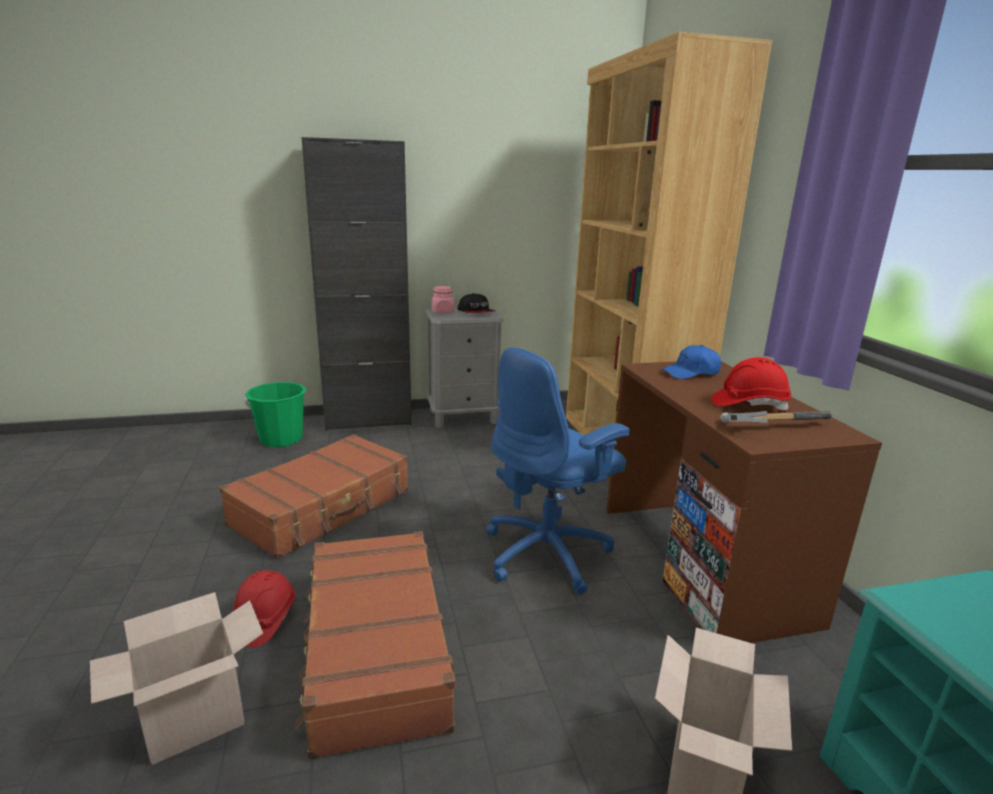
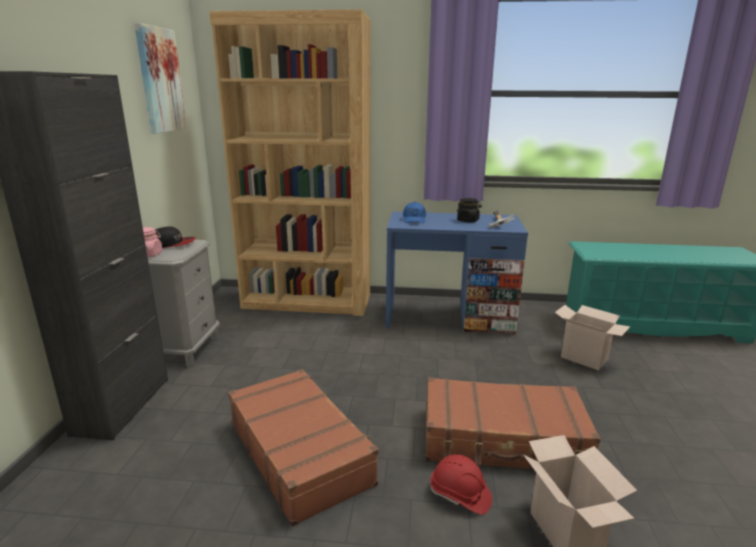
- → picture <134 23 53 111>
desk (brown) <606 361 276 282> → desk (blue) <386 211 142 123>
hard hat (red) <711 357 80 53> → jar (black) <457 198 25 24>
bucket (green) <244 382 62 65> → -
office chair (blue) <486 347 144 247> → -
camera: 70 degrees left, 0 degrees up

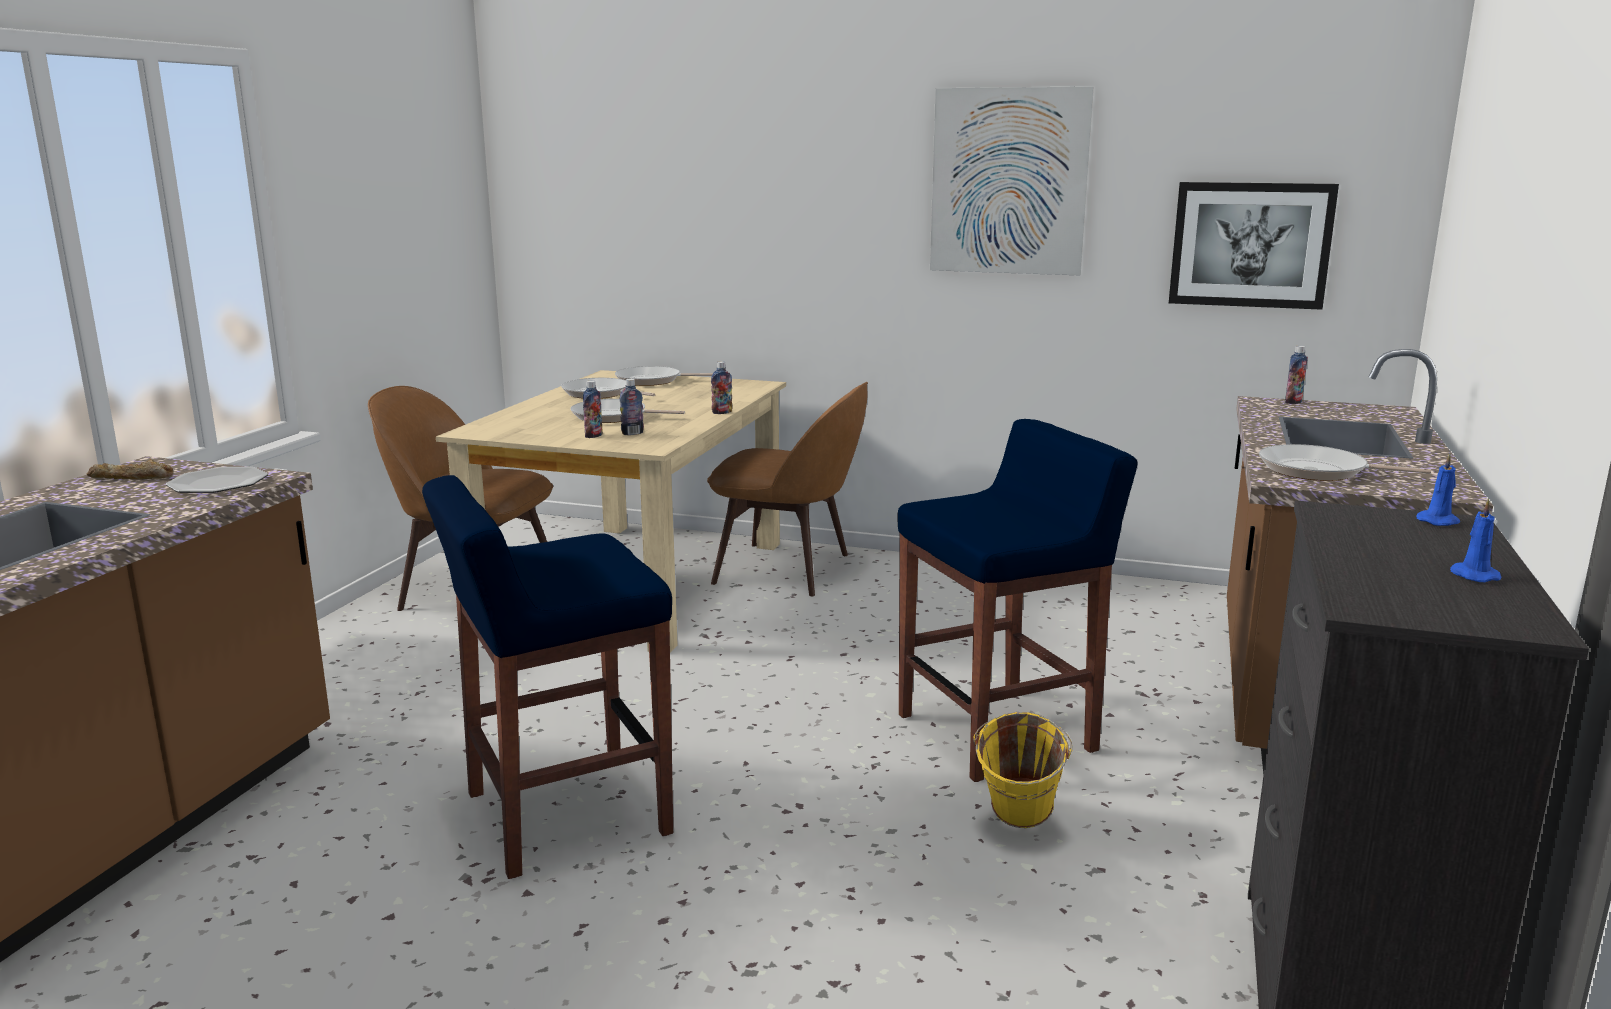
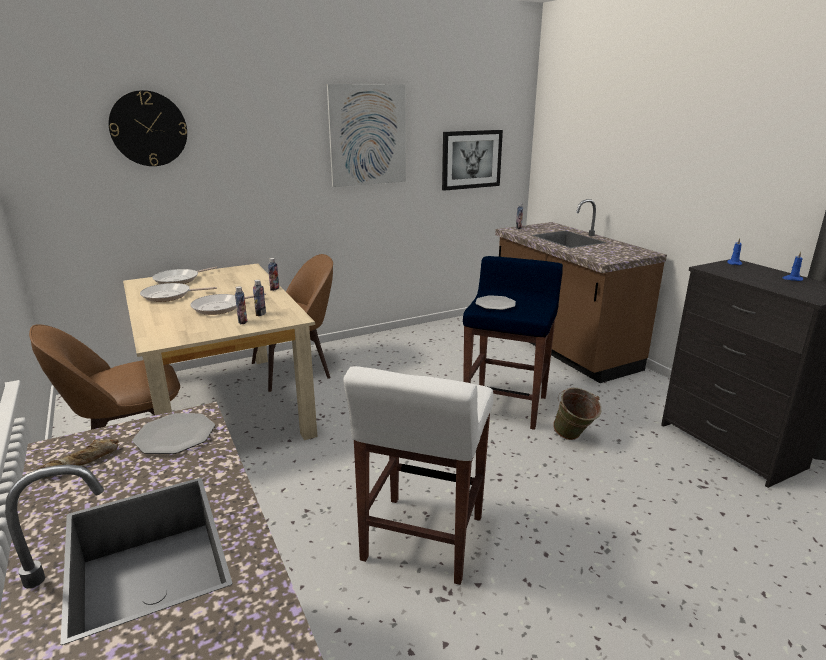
- → wall clock <109 90 78 76>
stool (blue) <422 475 251 404> → stool (white) <343 366 150 219>
- → plate <475 295 41 15>
bucket (yellow) <973 712 99 116> → bucket (green) <553 388 49 52>
frying pan <1259 444 172 37> → -
camera: 45 degrees left, 5 degrees up

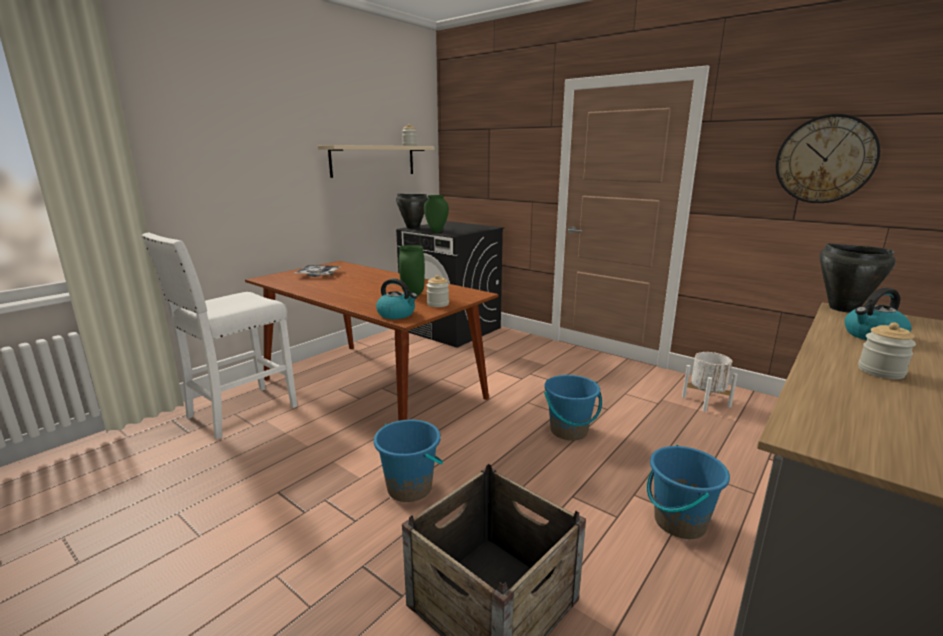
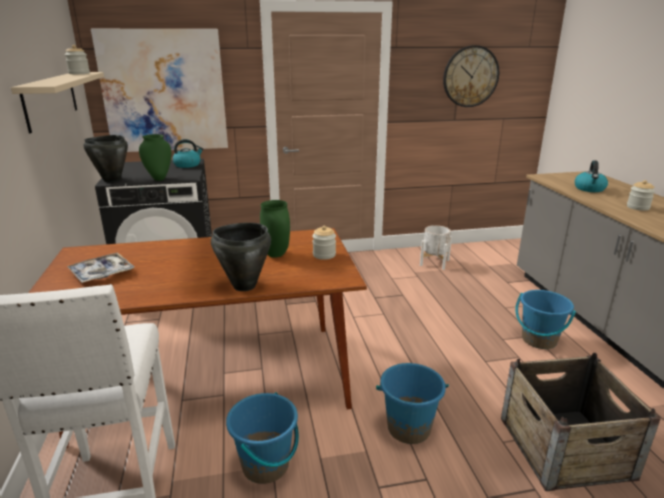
- → picture <91 29 137 123>
kettle <376 279 41 40> → kettle <172 139 31 29>, move
cooking pot (black) <820 244 76 69> → cooking pot (black) <211 223 60 68>, move
bucket (blue) <544 375 58 65> → bucket (blue) <226 392 73 92>, move
camera: 50 degrees left, 5 degrees up

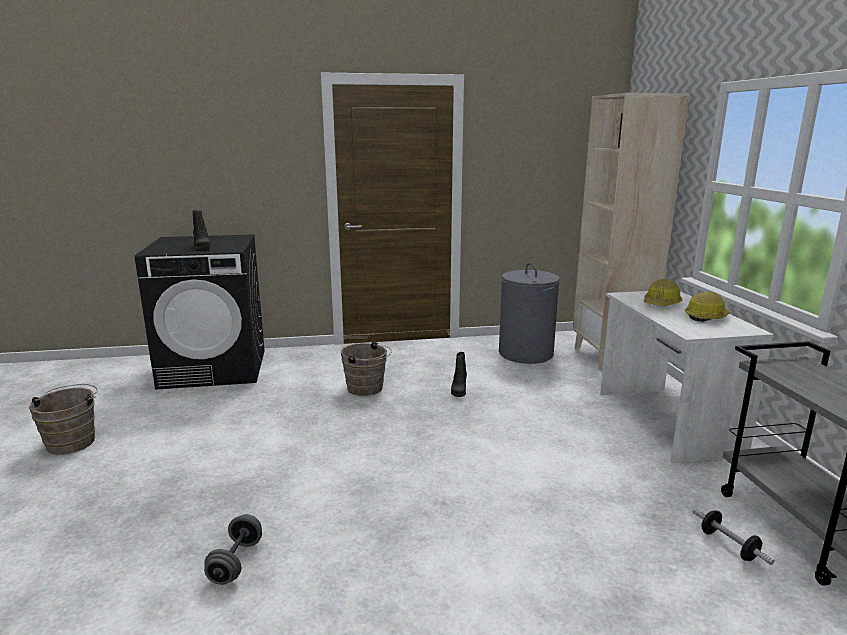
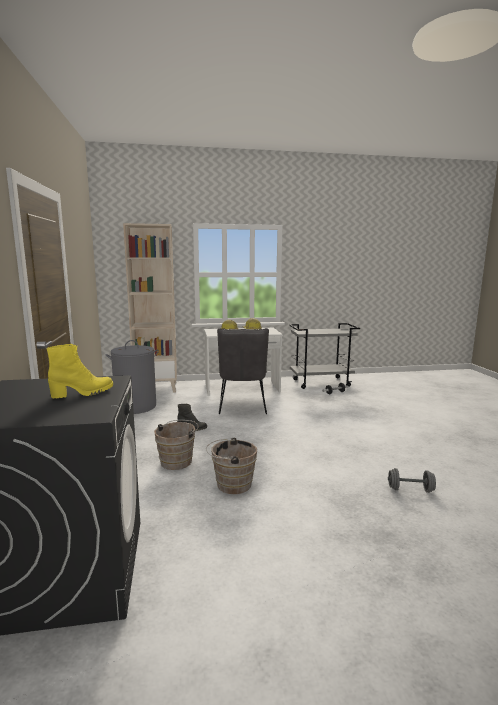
boot (black) <193 210 18 39> → boot (yellow) <46 344 67 54>
bucket (brown) <29 384 69 71> → bucket (brown) <206 438 51 56>, move
- → chair (grey) <217 328 52 86>
camera: 90 degrees left, 5 degrees down

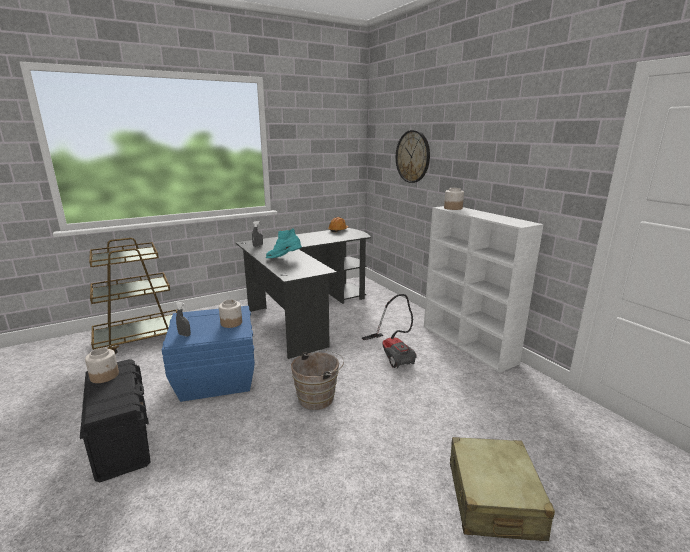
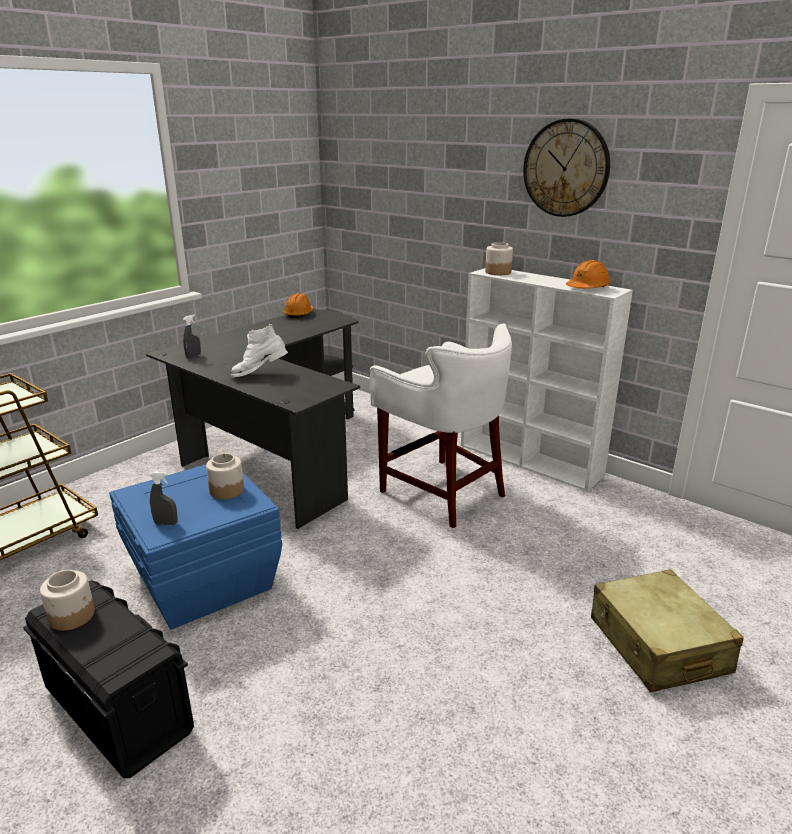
boot (turquoise) <266 229 36 29> → boot (white) <231 324 57 53>
vacuum cleaner <362 294 55 75> → stool (white) <370 323 142 206>
wall clock <396 130 34 53> → wall clock <523 118 87 99>, move
- → hard hat (orange) <566 260 45 29>
bucket (brown) <291 350 53 60> → -
camera: 20 degrees left, 5 degrees up

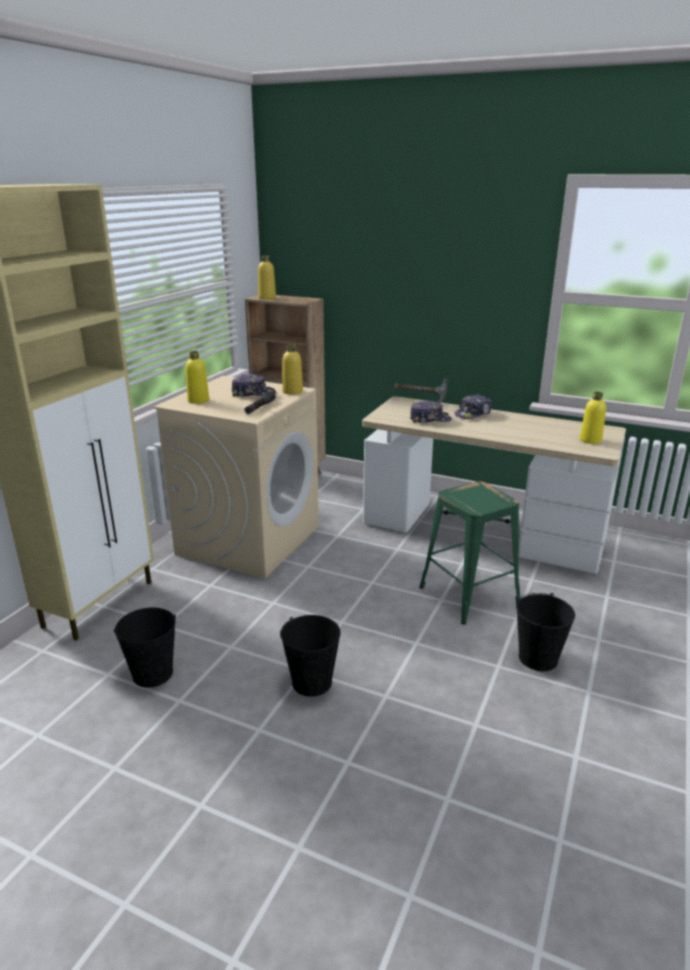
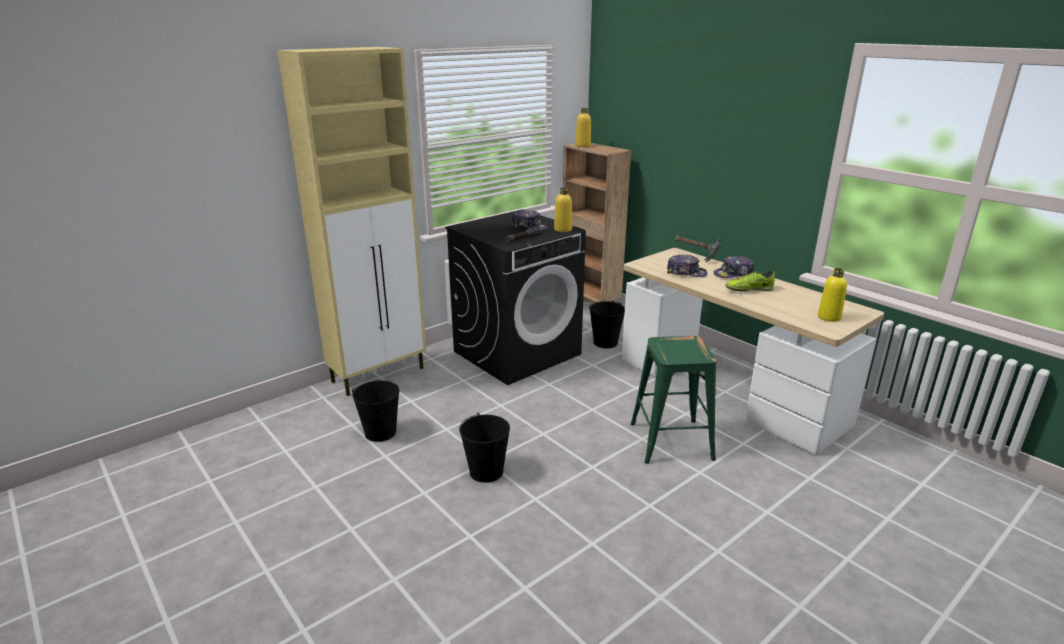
washing machine (beige) <153 376 166 203> → washing machine (black) <445 209 141 176>
bucket (black) <516 593 59 78> → bucket (black) <589 301 36 47>, move
- → shoe <725 270 50 21>
bottle (yellow) <186 351 23 53> → -
camera: 25 degrees right, 0 degrees up

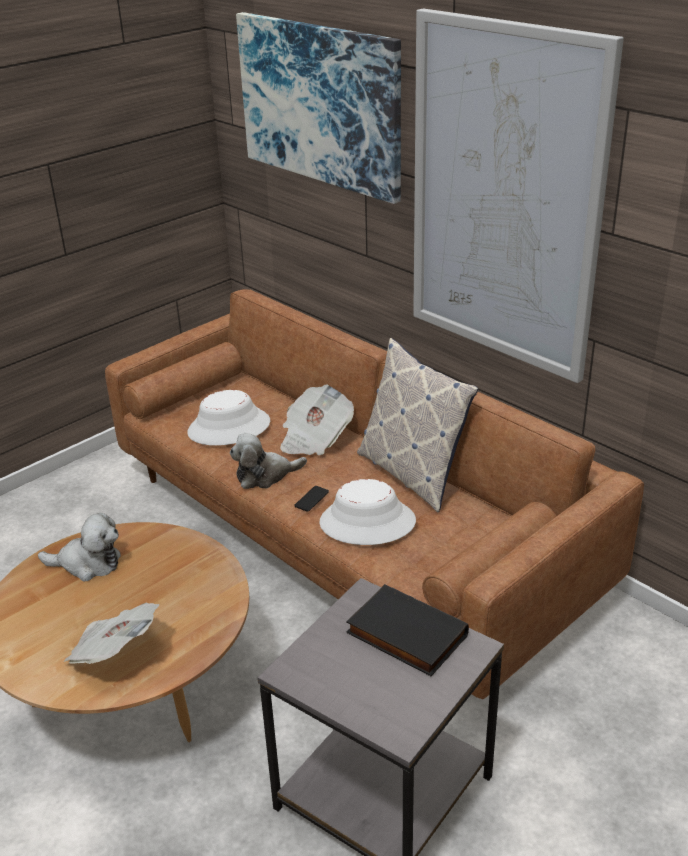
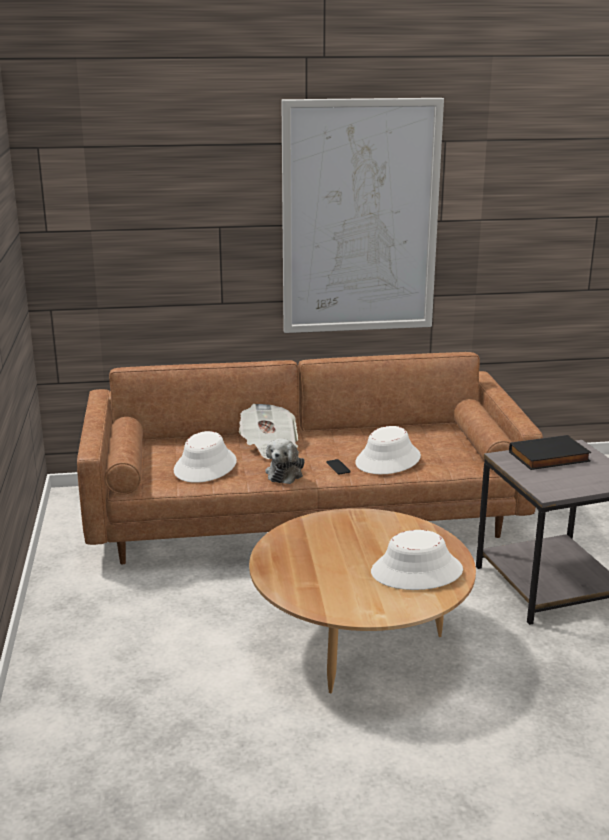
newspaper <64 603 96 61> → hat (white) <371 530 92 60>
plush toy <38 513 83 68> → -
picture <236 12 165 192> → -
pillow <357 338 121 175> → -
camera: 55 degrees left, 10 degrees down

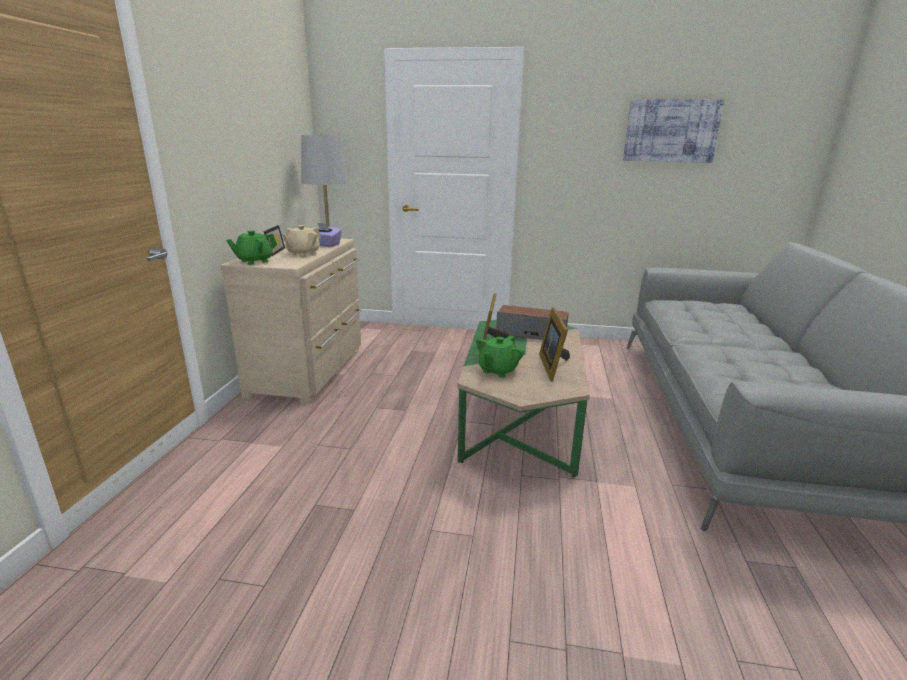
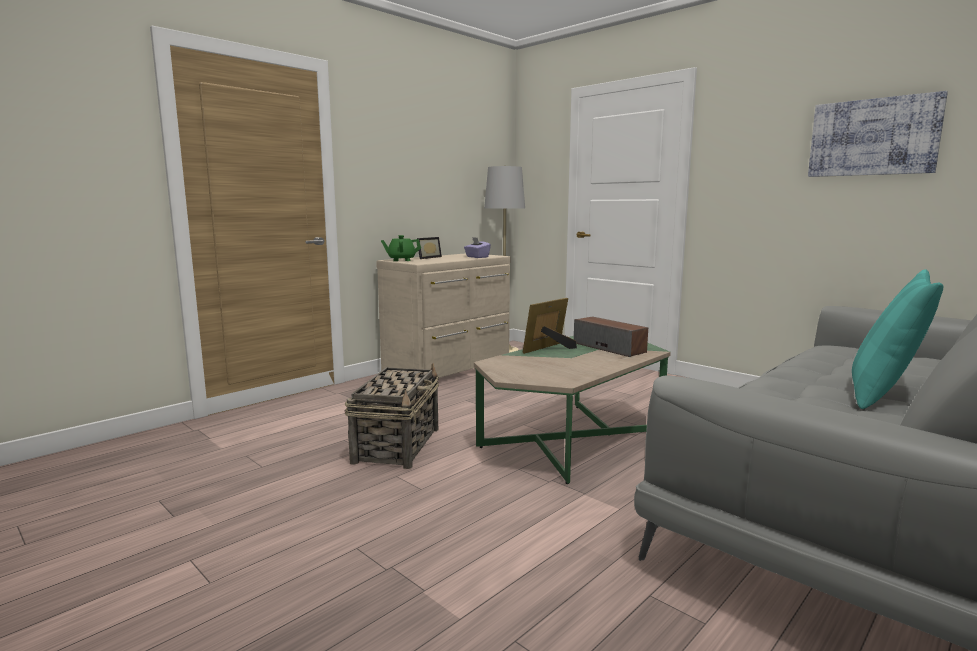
- → basket <345 363 94 106>
- → pillow (turquoise) <852 269 91 140>
teapot (beige) <282 225 39 32> → -
teapot (green) <476 336 48 42> → -
picture frame <539 308 31 73> → -
camera: 35 degrees right, 10 degrees down

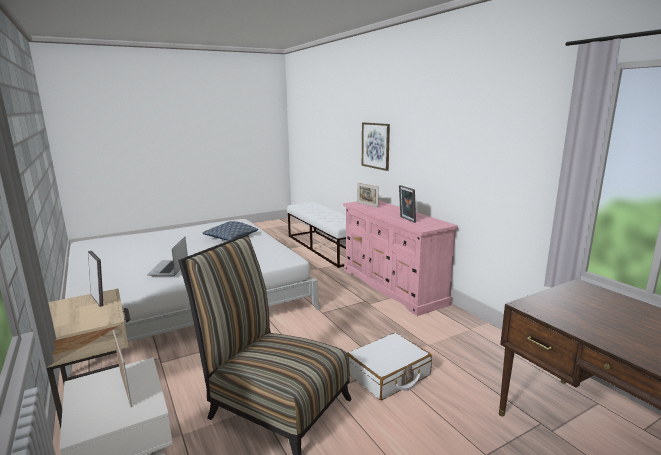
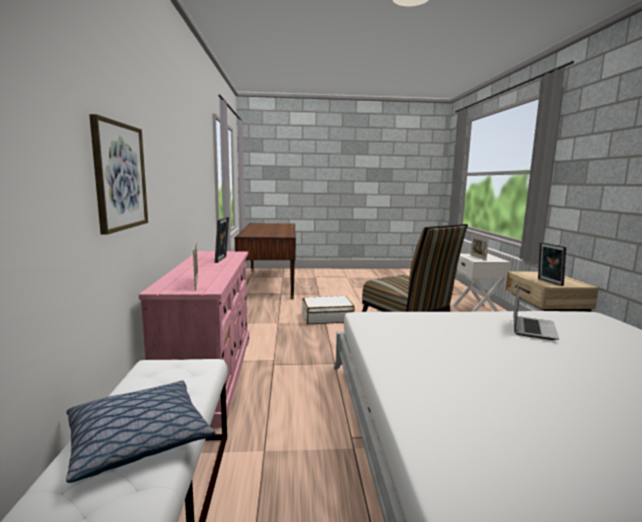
pillow <202 221 56 20> → pillow <66 380 149 103>, move
camera: 155 degrees left, 5 degrees down

